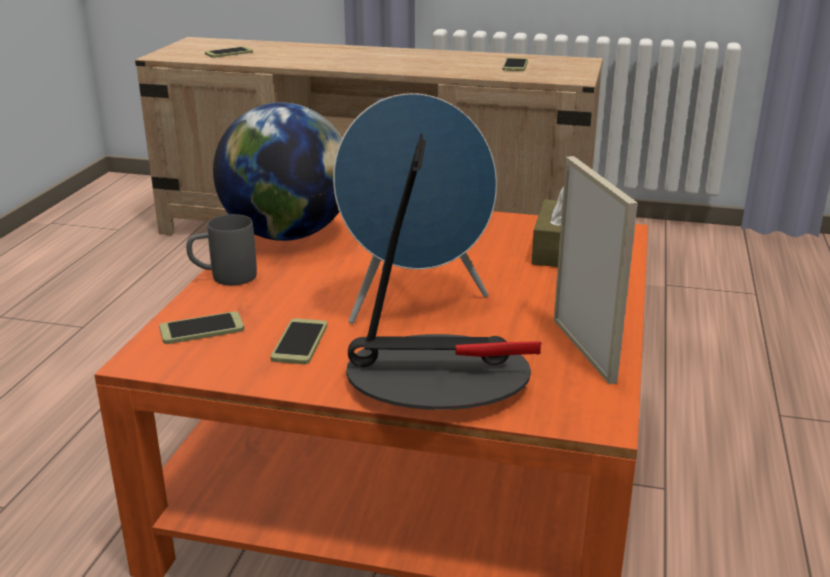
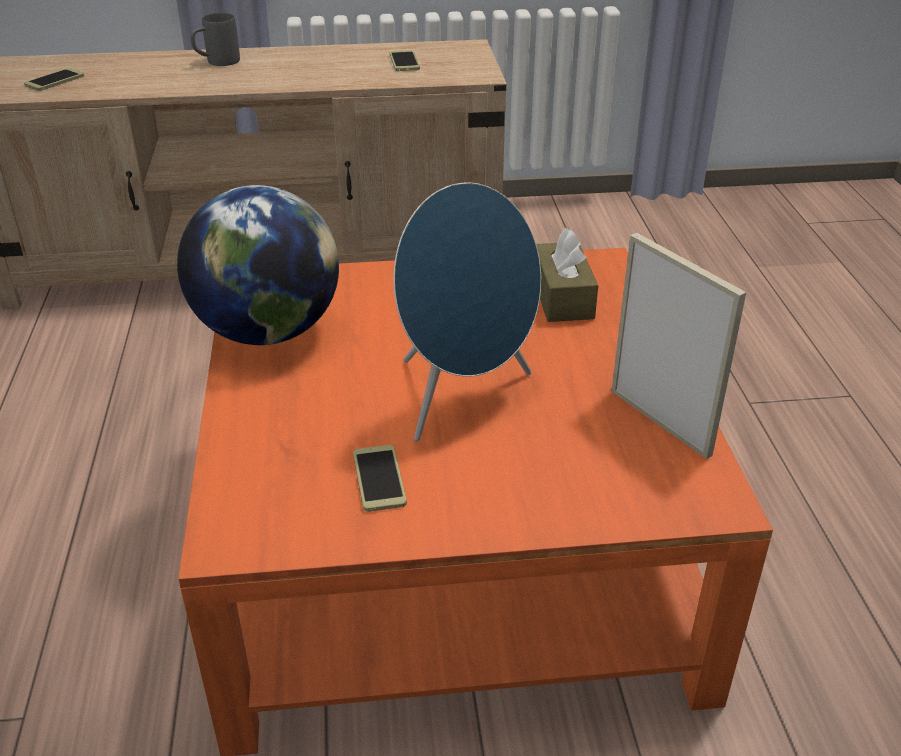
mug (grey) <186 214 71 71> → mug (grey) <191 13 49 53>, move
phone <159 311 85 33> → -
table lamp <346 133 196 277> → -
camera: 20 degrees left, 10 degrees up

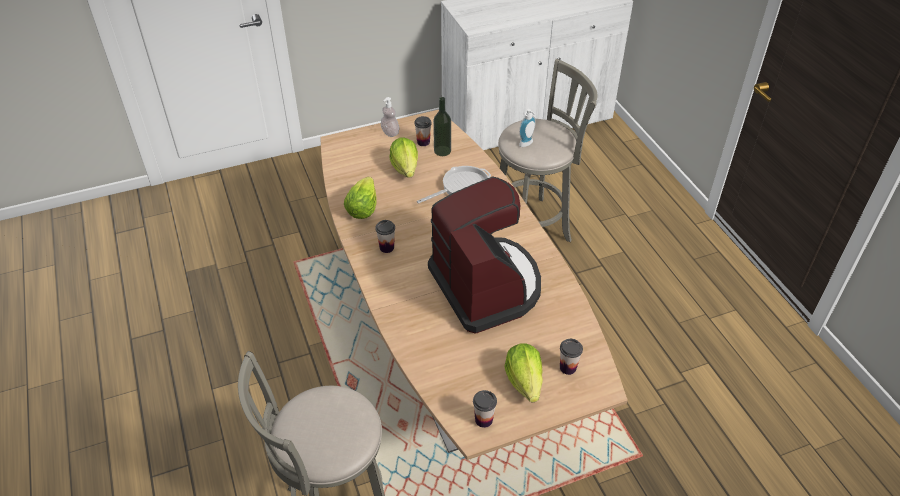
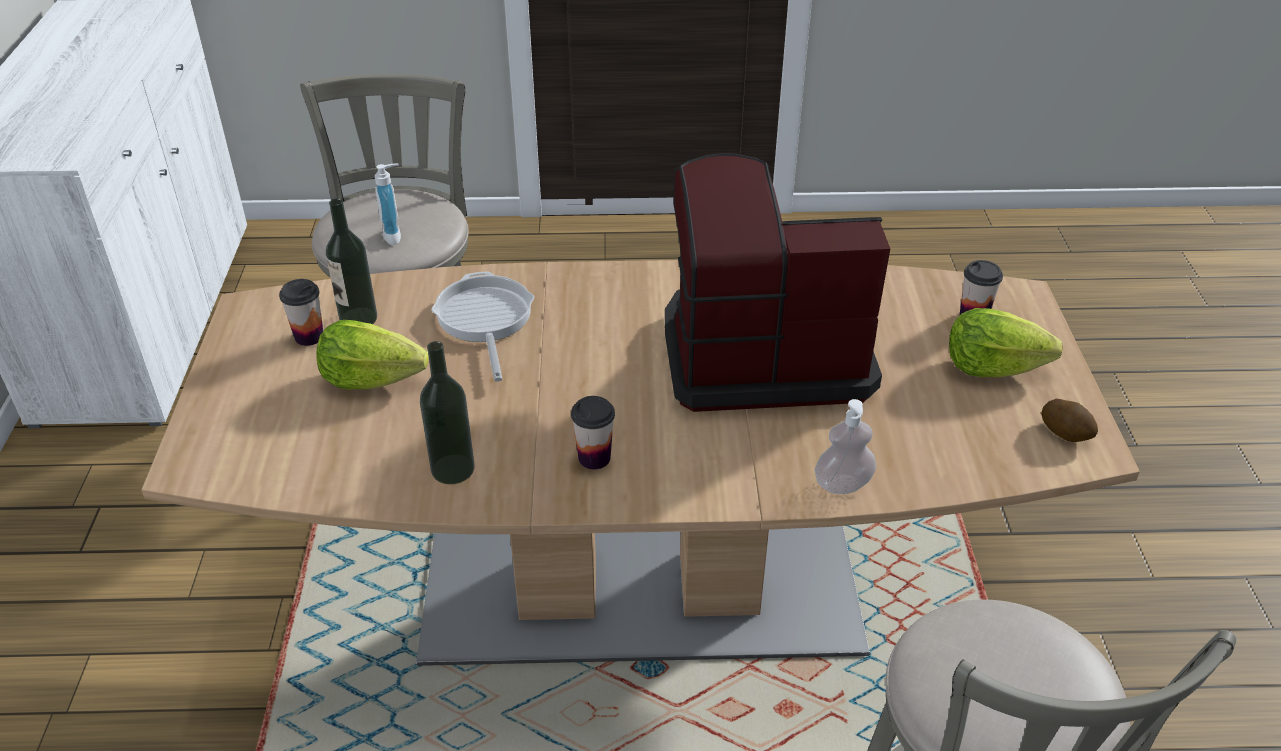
lettuce <344 177 33 42> → bottle <420 341 54 143>
soap dispenser <381 97 18 40> → soap dispenser <814 399 62 95>, move
cup <473 390 24 38> → potato <1041 399 57 43>
camera: 70 degrees left, 5 degrees down

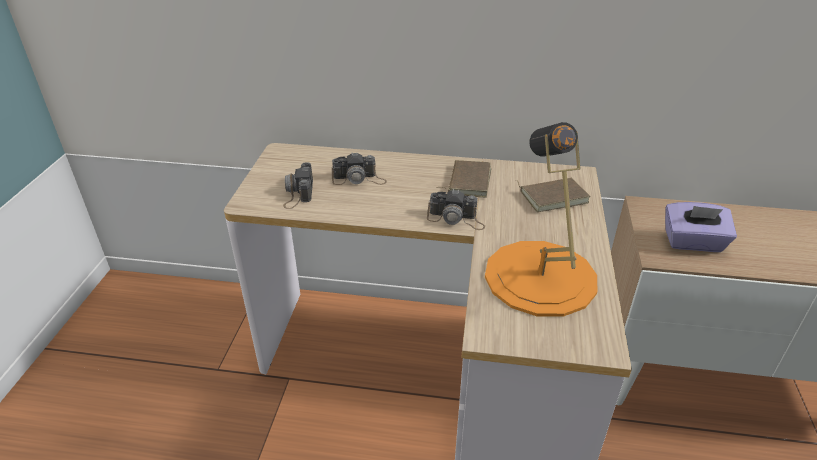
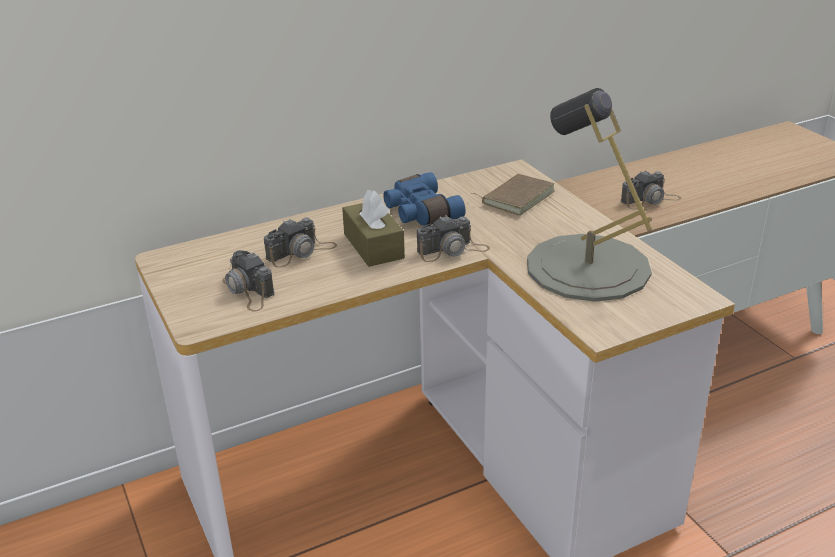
- → tissue box (brown) <342 190 63 77>
book (brown) <436 160 55 38> → binoculars (blue) <383 172 82 53>
table lamp (orange) <485 122 112 195> → table lamp (grey) <527 88 125 214>
tissue box (purple) <665 202 72 50> → photo camera <621 170 60 40>
camera: 35 degrees left, 5 degrees down

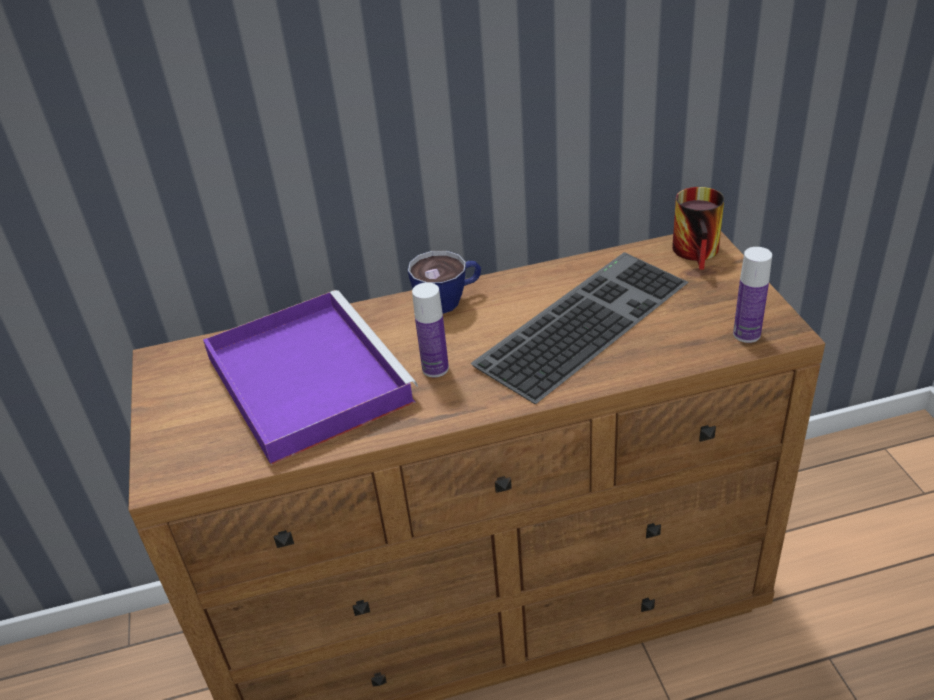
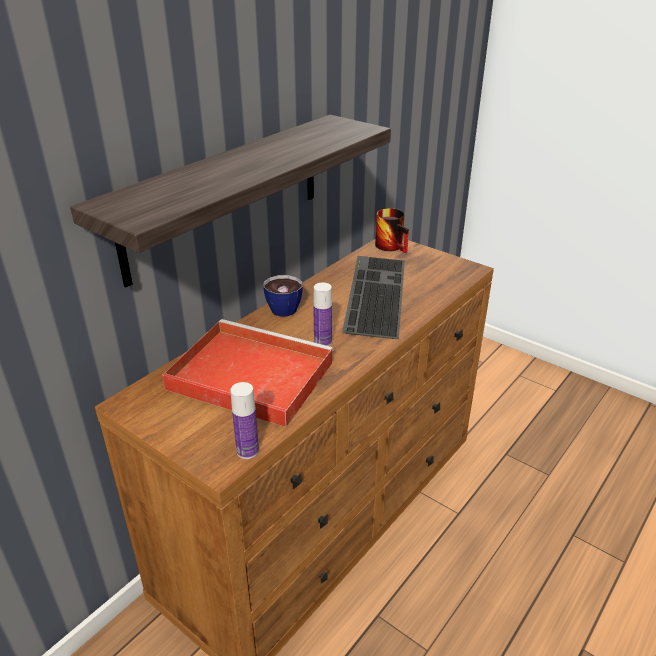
- → shelf <70 115 321 172>
tray (purple) <203 290 215 175> → tray (red) <162 319 172 108>
bottle <733 247 39 96> → bottle <230 382 29 77>, move
camera: 40 degrees left, 5 degrees down

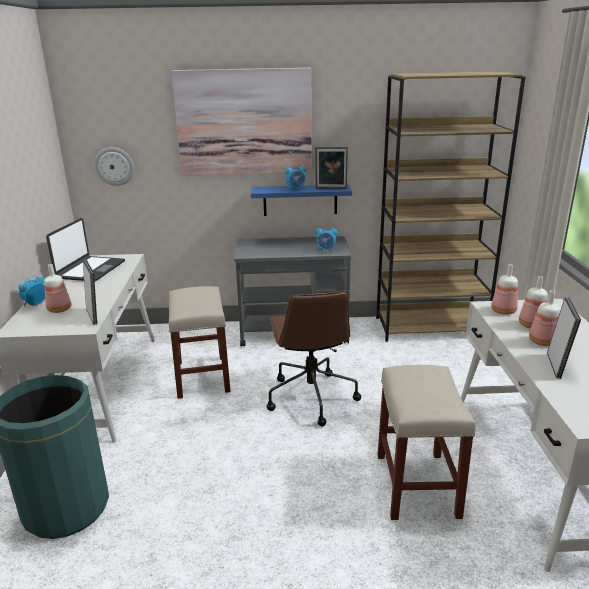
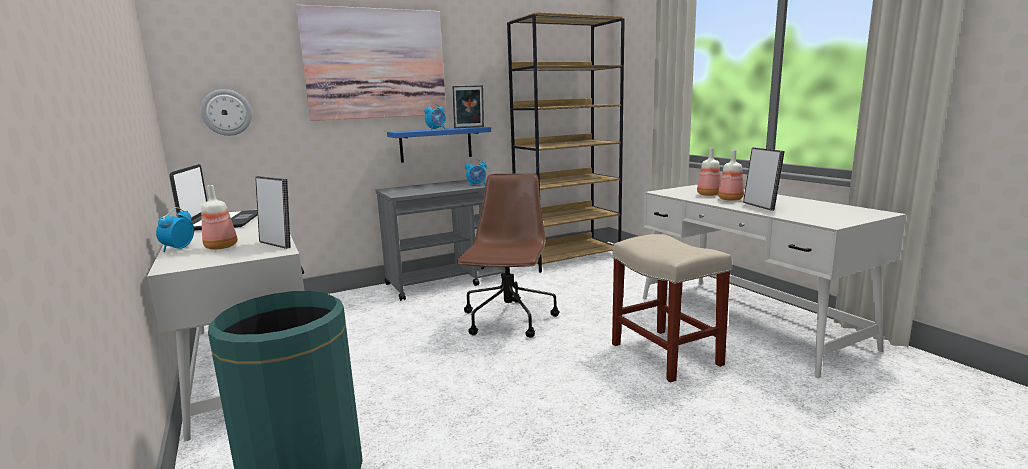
office chair (brown) <266 290 95 136> → office chair (brown) <457 173 103 165>, 135 degrees counterclockwise
stool (beige) <169 286 62 113> → -
bottle <491 264 27 51> → -
camera: 25 degrees left, 10 degrees down

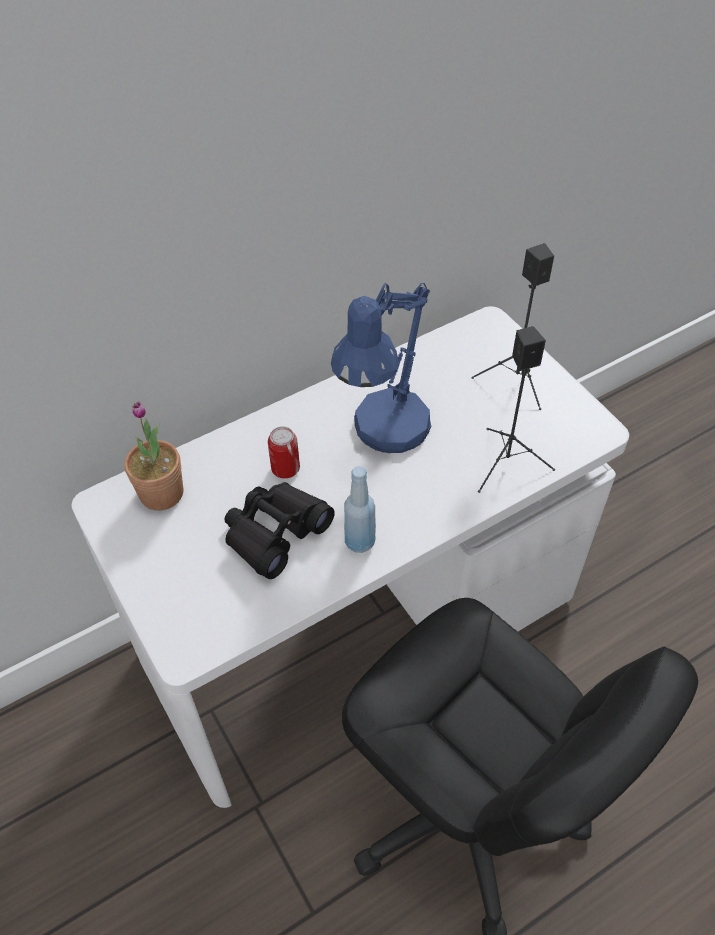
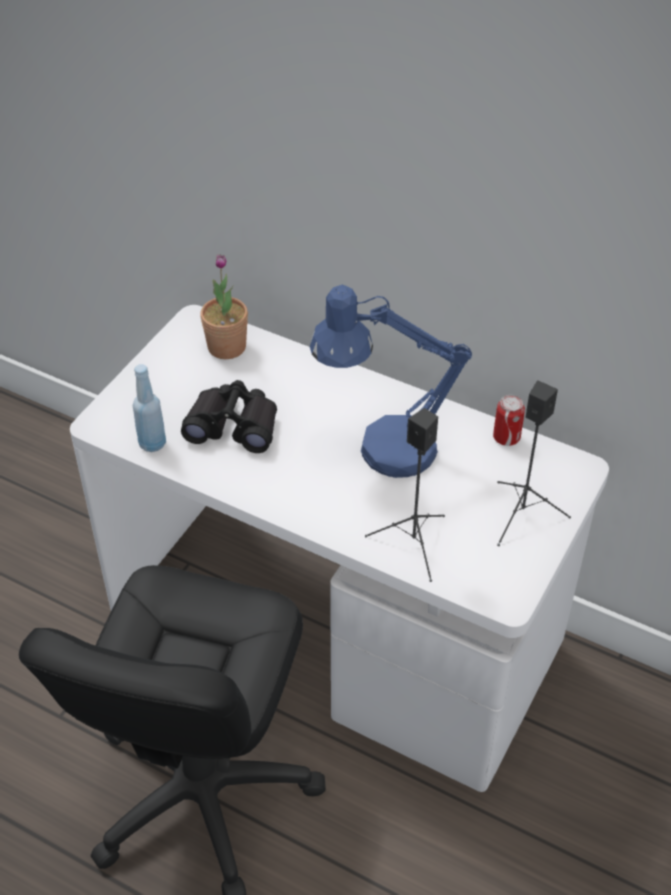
bottle (blue) <344 466 32 87> → bottle (blue) <133 364 33 88>, move
can <268 426 32 52> → can <493 395 32 51>, move
camera: 60 degrees right, 5 degrees down

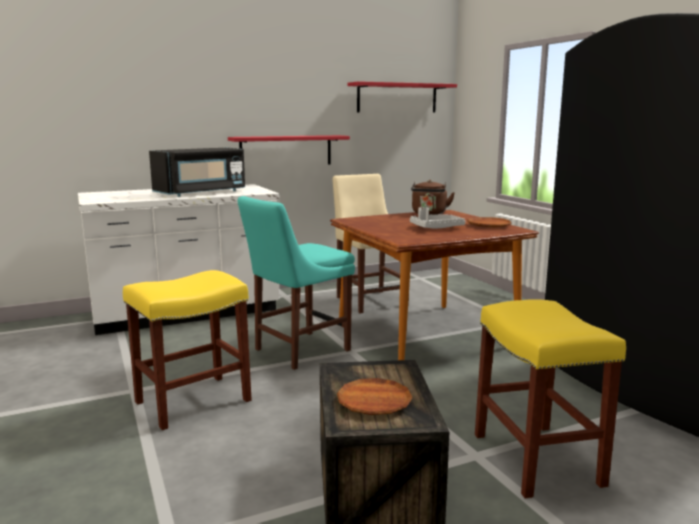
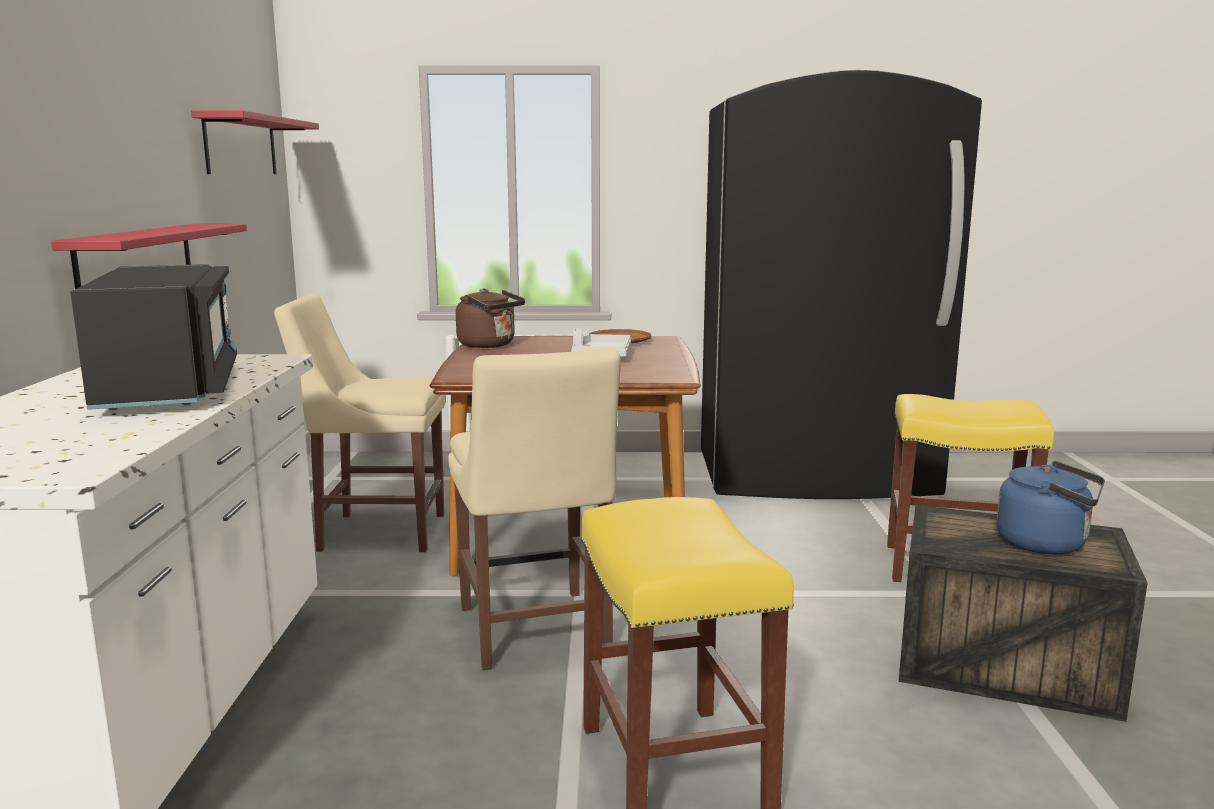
chair (turquoise) <237 196 118 174> → chair (beige) <448 349 173 322>
plate (brown) <337 378 76 37> → kettle (blue) <996 461 109 94>
camera: 65 degrees left, 0 degrees up

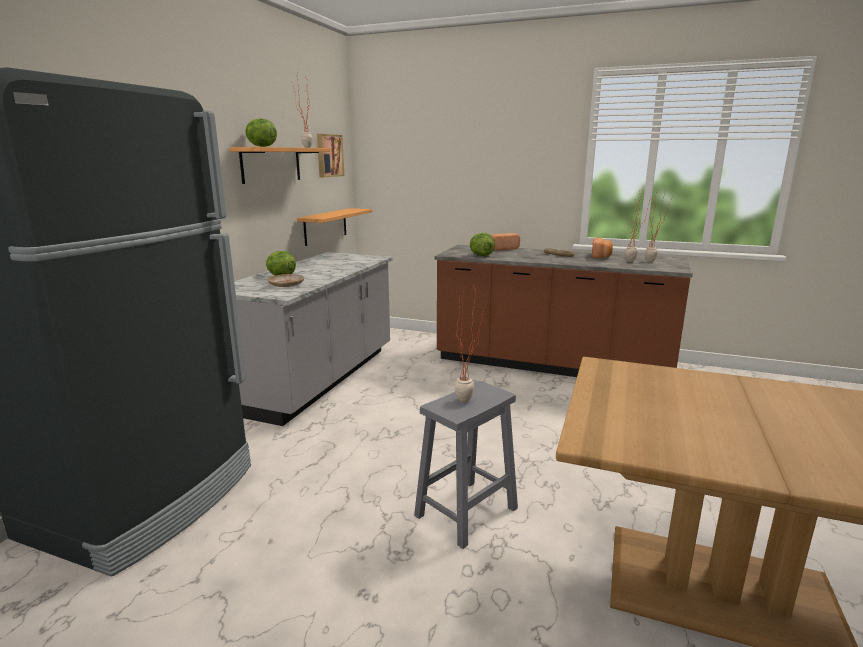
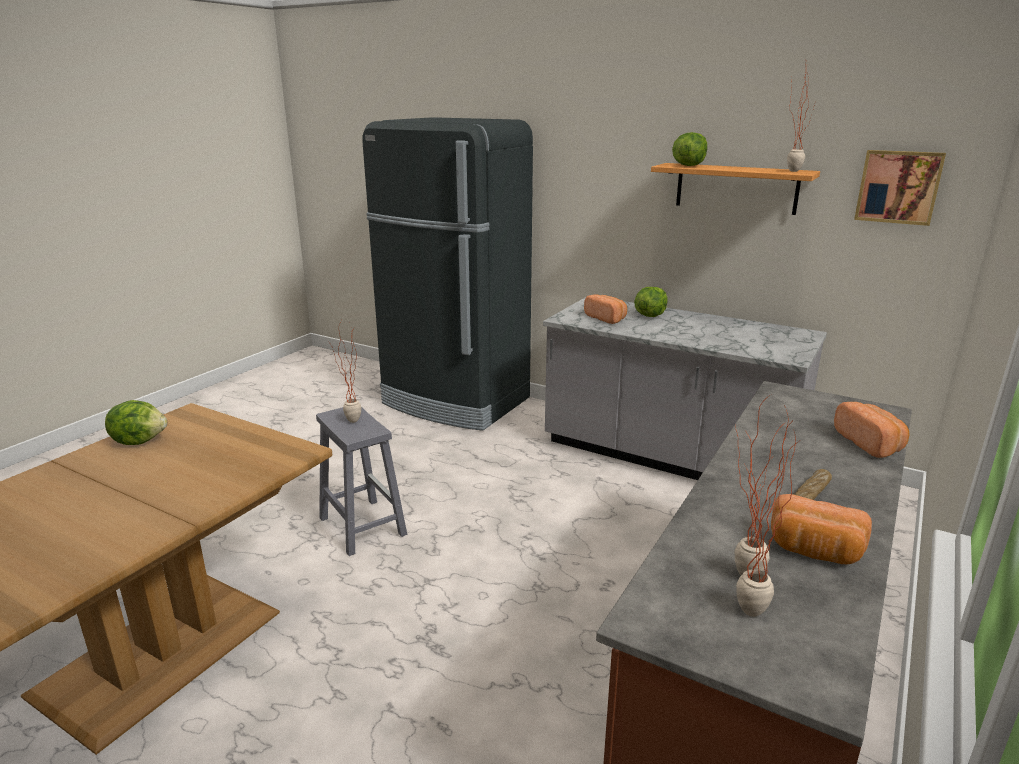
lettuce <470 233 25 23> → lettuce <105 400 62 45>, move
plate (beige) <267 274 37 13> → bread <584 294 43 30>
shelf <297 208 75 38> → -
camera: 100 degrees right, 5 degrees up

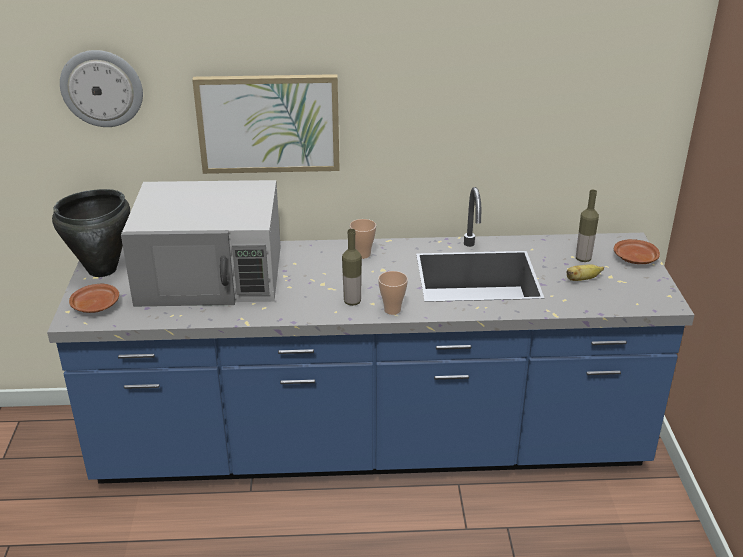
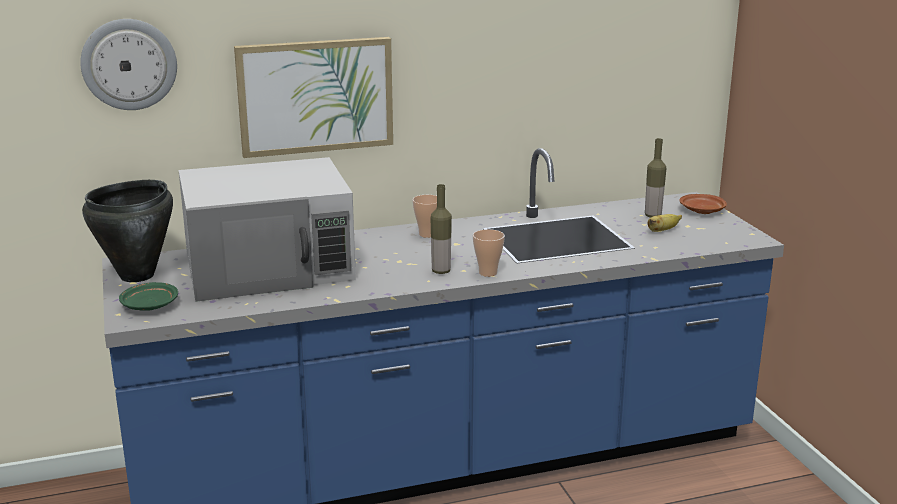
plate (brown) <69 284 50 29> → plate (green) <119 282 59 29>
camera: 15 degrees left, 10 degrees down

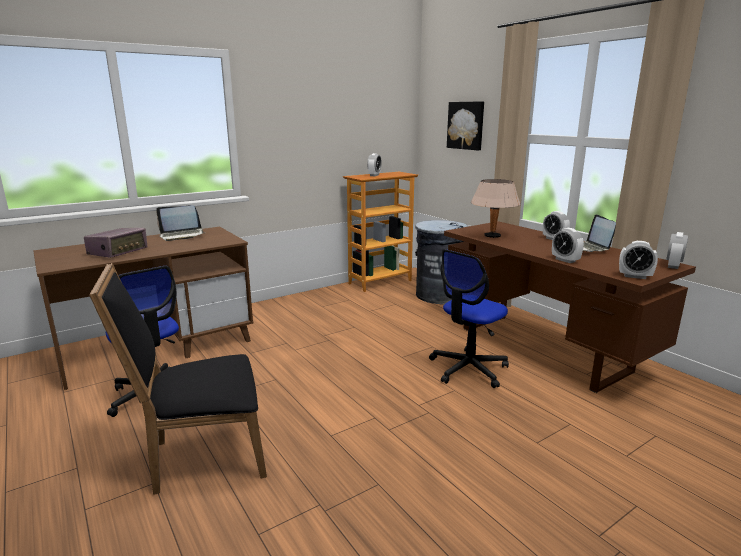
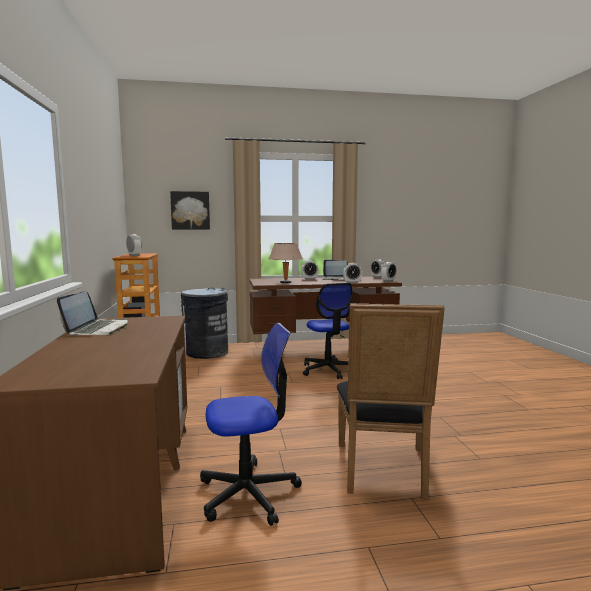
radio <84 228 63 30> → -
camera: 65 degrees left, 10 degrees down

